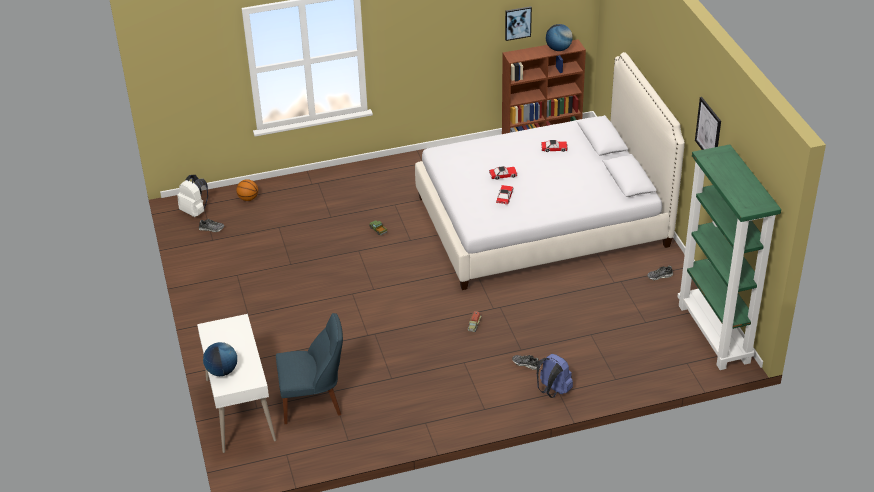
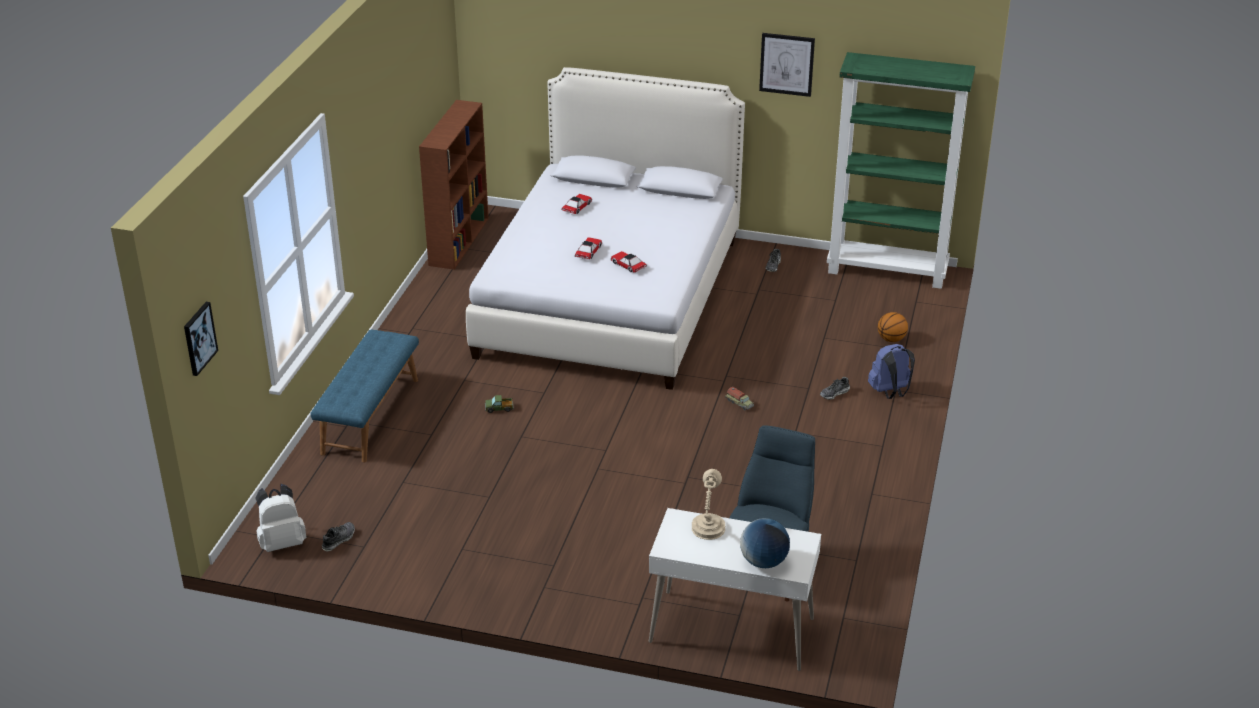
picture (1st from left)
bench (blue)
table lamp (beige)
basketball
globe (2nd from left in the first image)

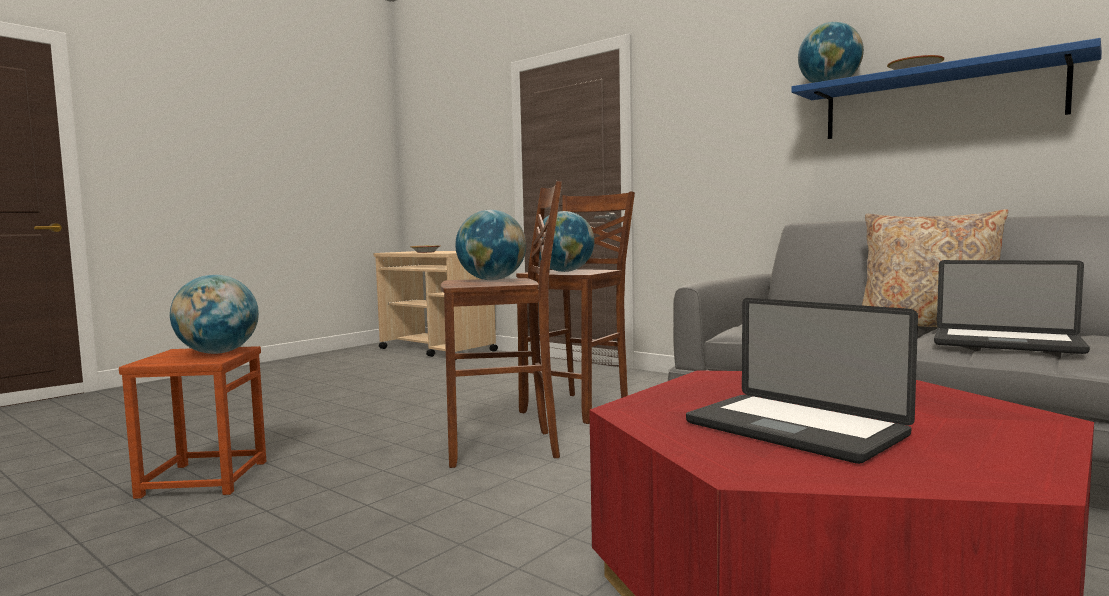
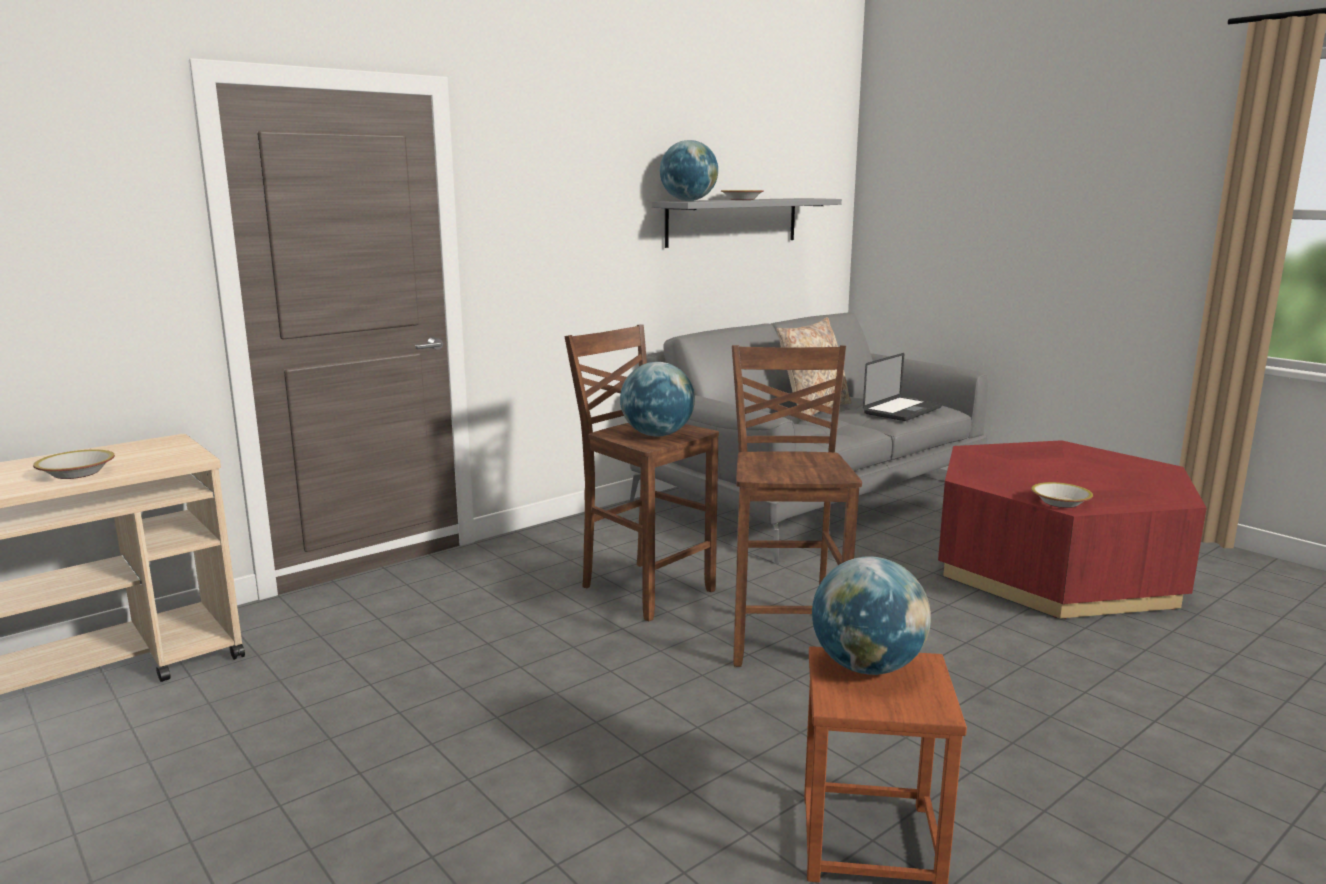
shelf (grey)
bowl (3rd from left)
globe (2nd from left in the first image)
laptop (1st from left in the first image)

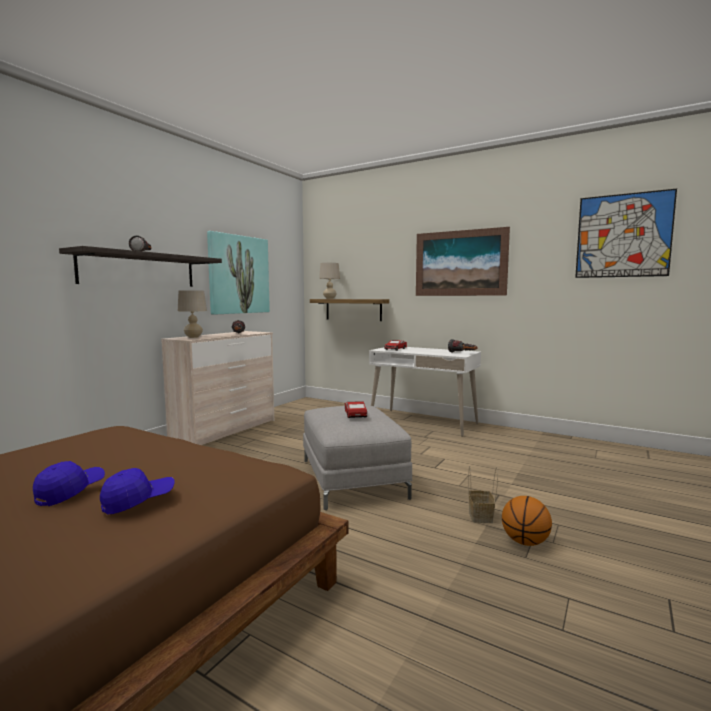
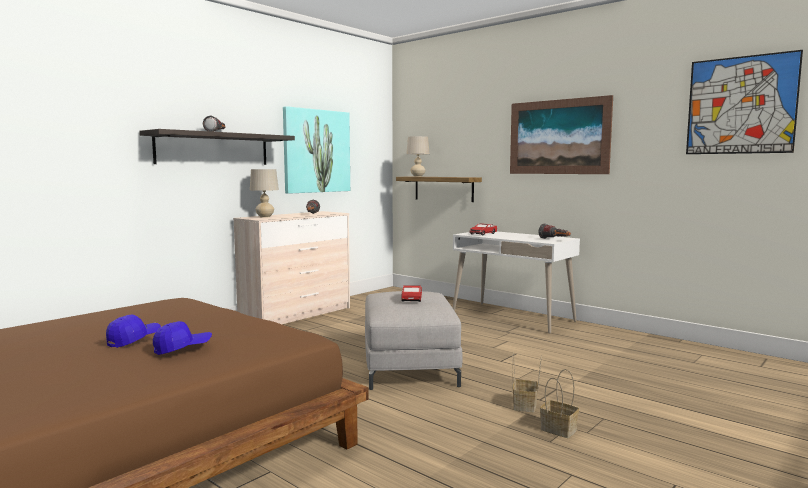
basket (2nd from left)

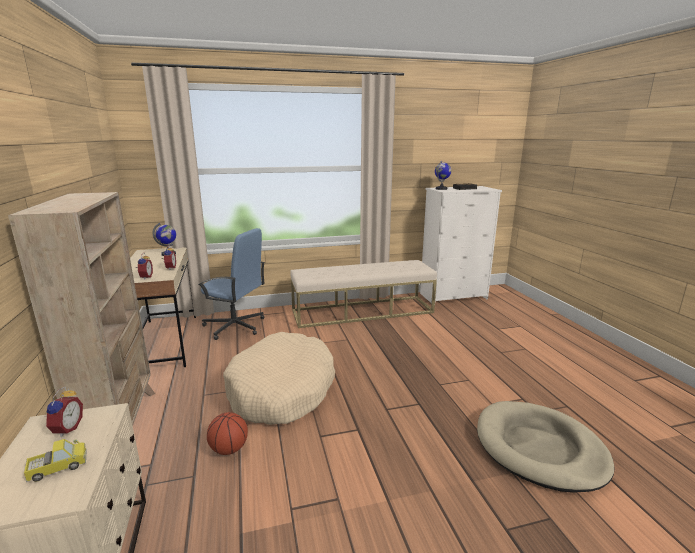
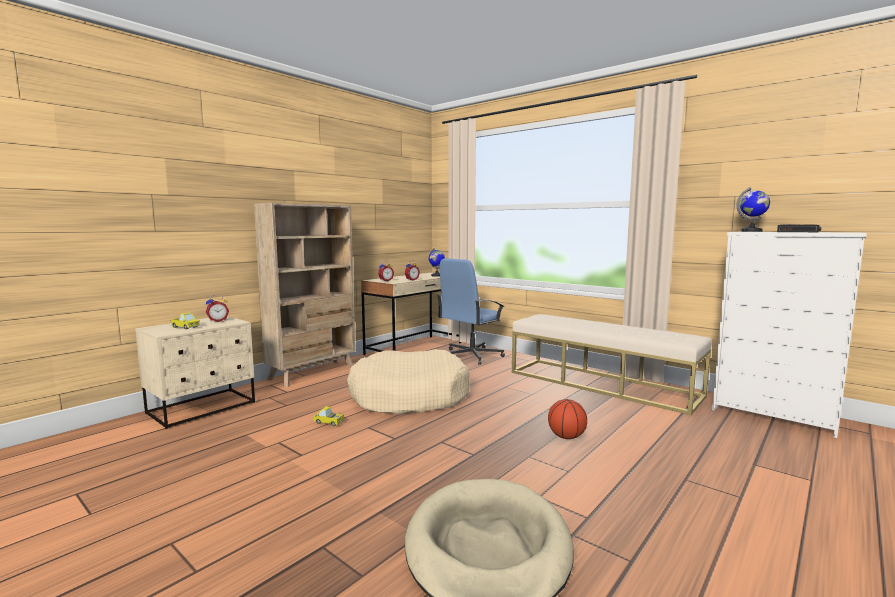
toy truck (2nd from left)
office chair (blue)
basketball

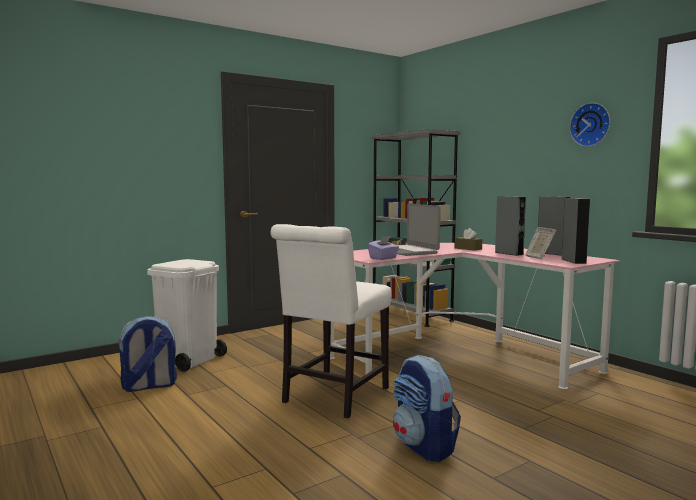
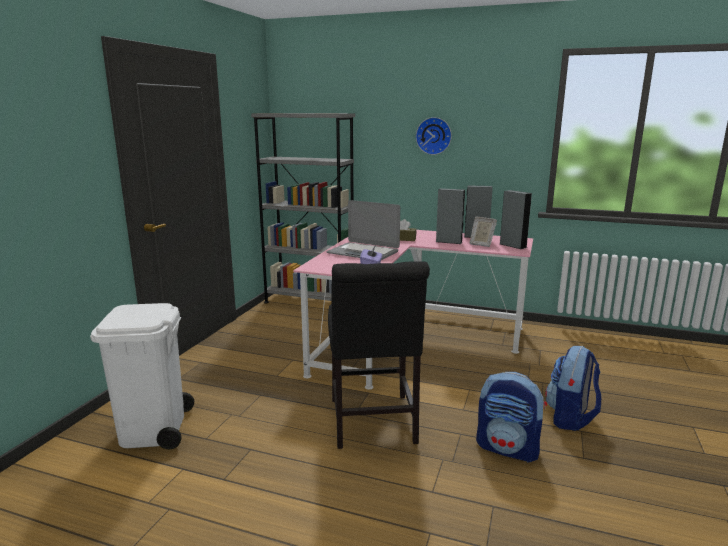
chair (black)
wall clock
backpack (2nd from left)

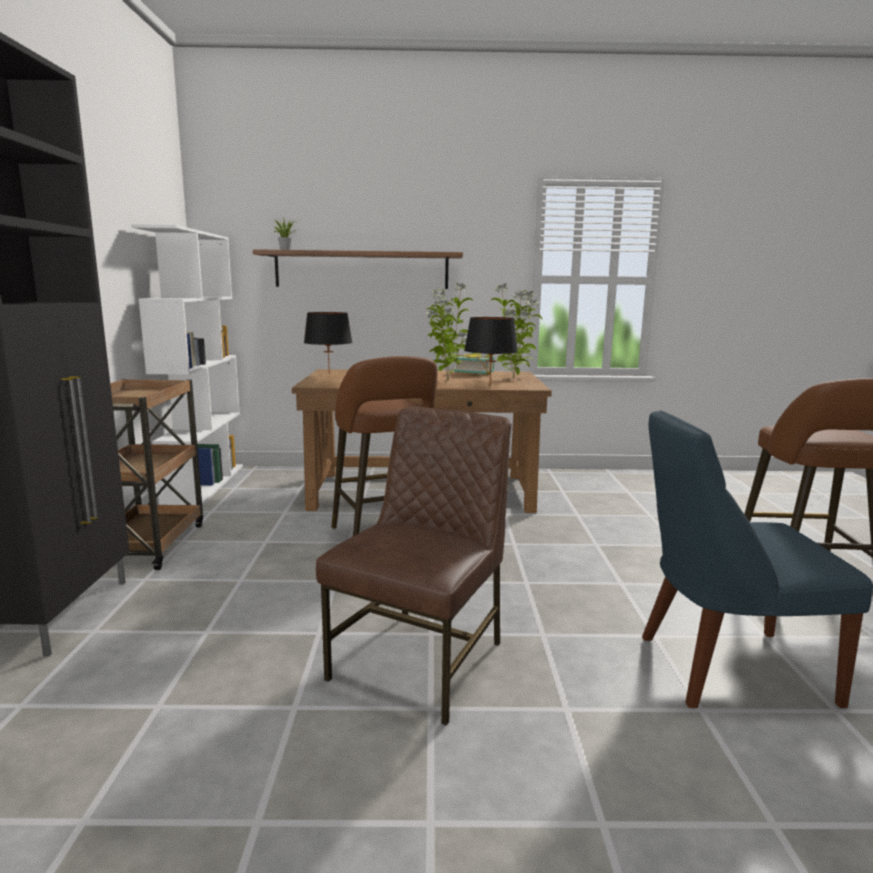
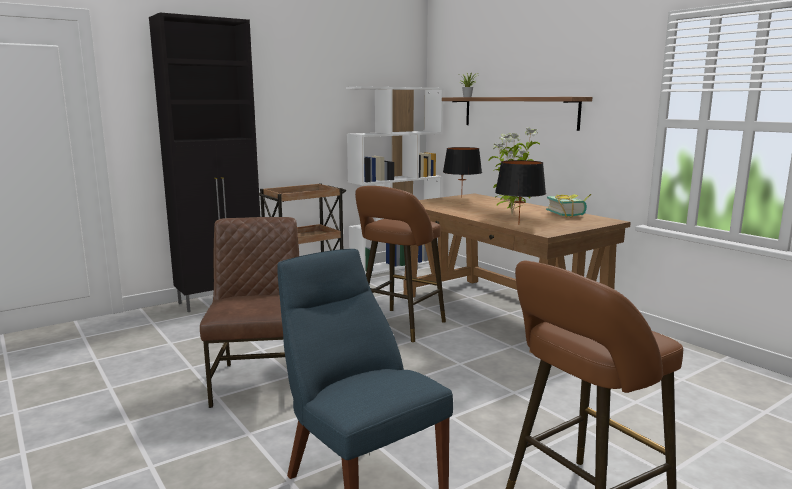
chair (brown)
potted plant (3rd from left in the first image)

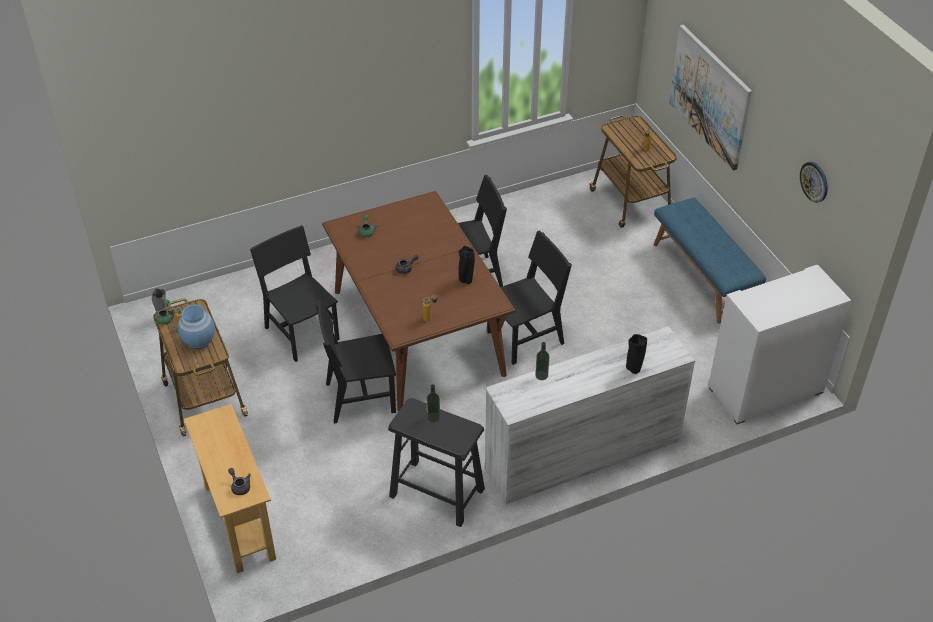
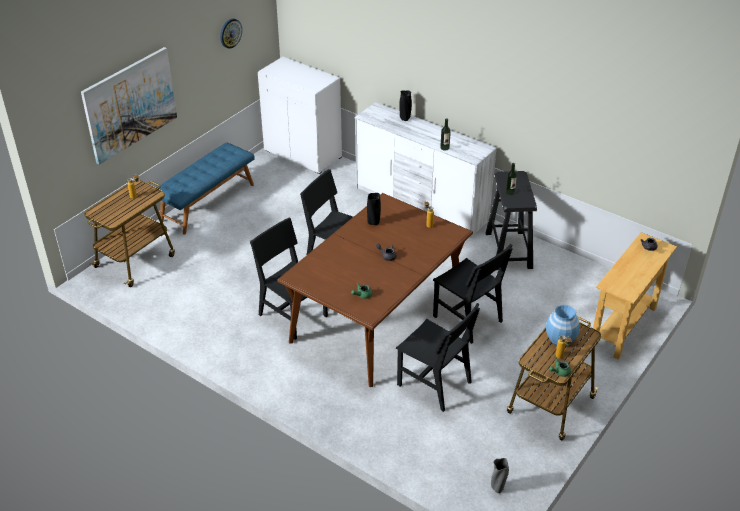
chair (black) (3rd from left)

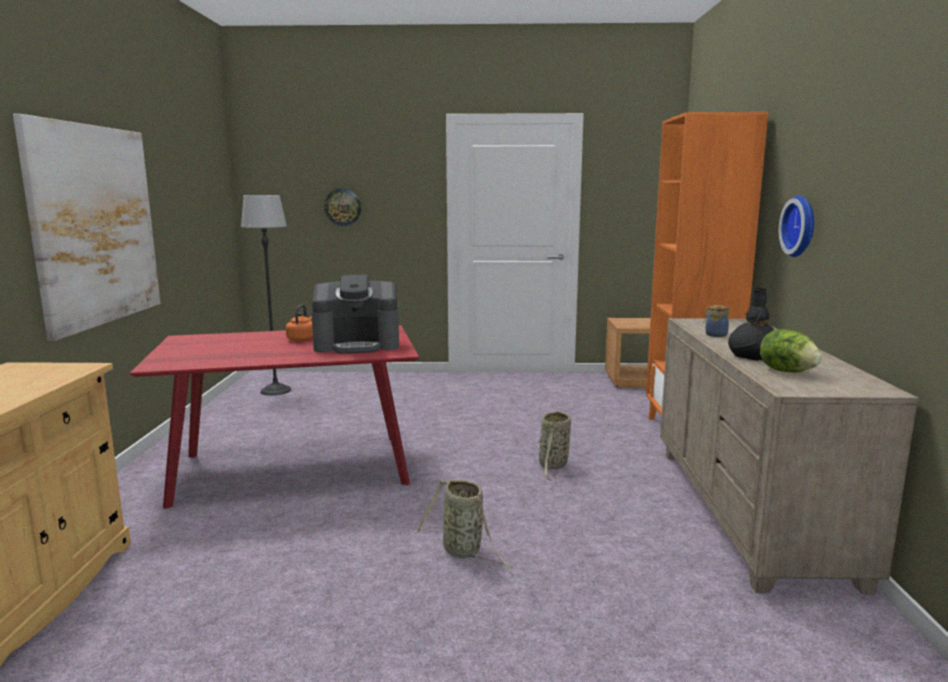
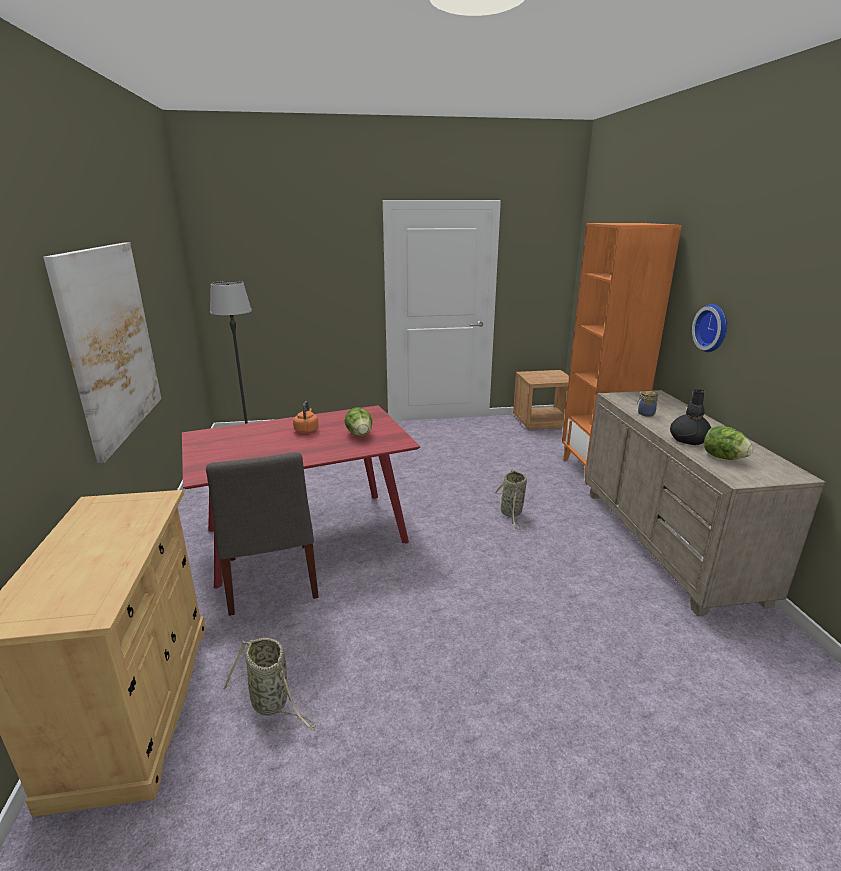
chair (grey)
basket (1st from left)
lettuce (1st from left)
wall clock (1st from left in the first image)

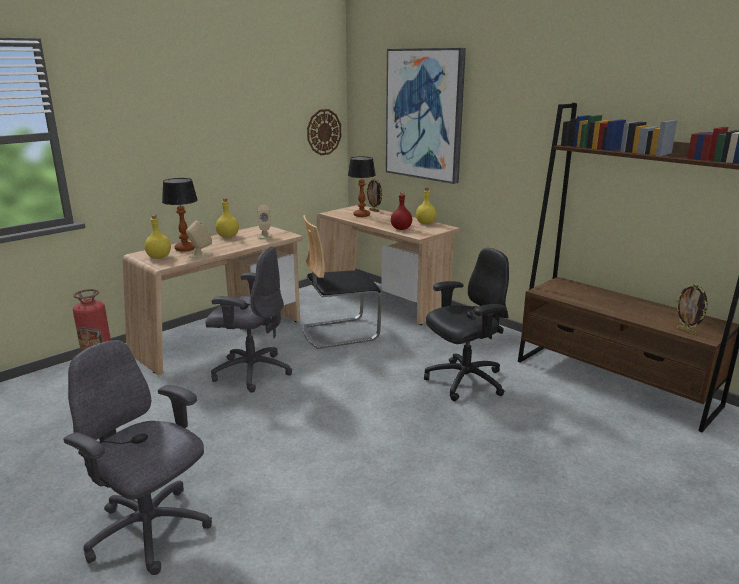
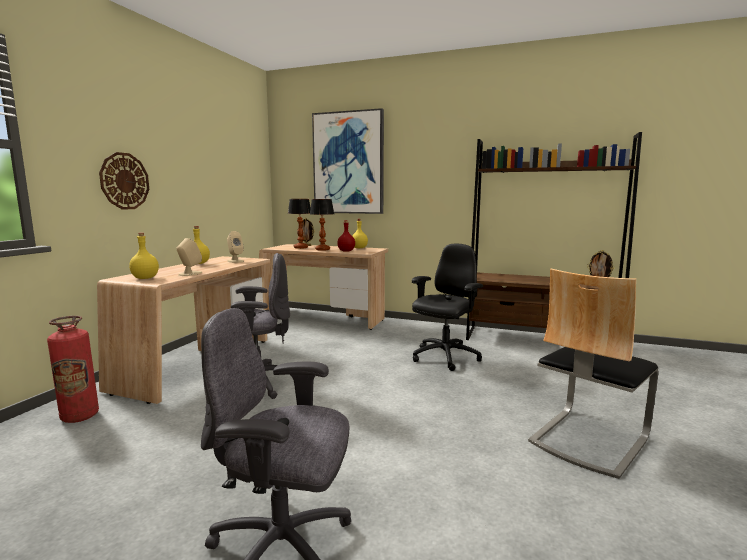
wall clock
table lamp (2nd from left)
chair

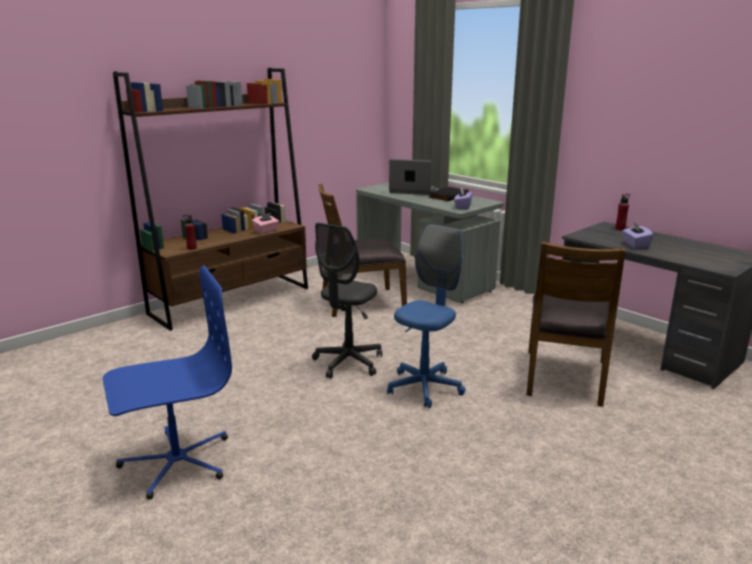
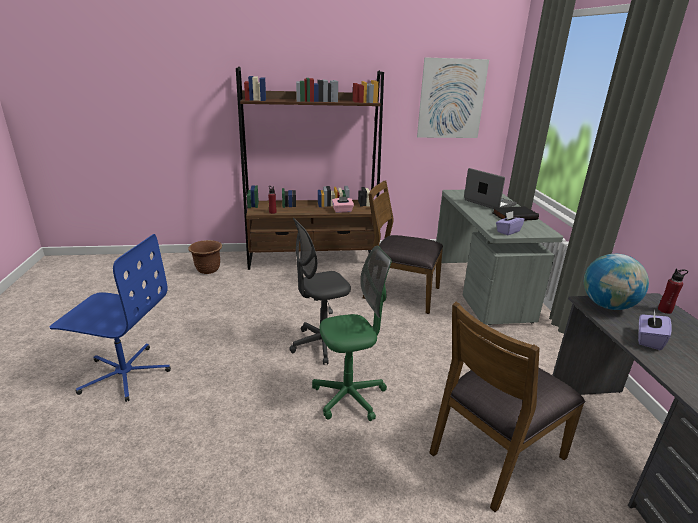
planter (brown)
office chair (green)
picture
globe

